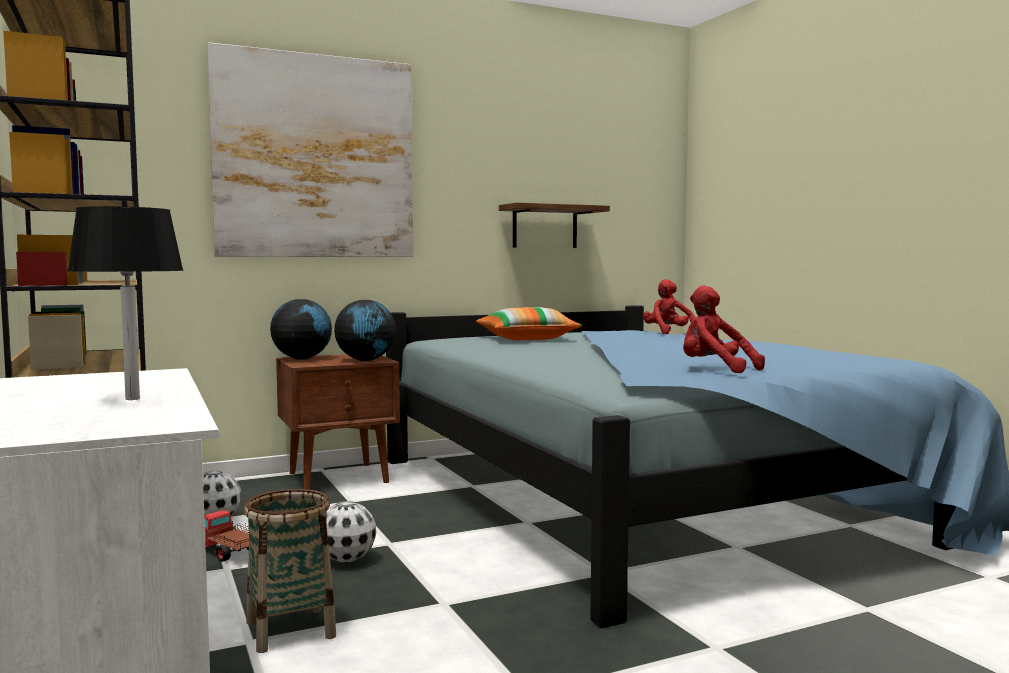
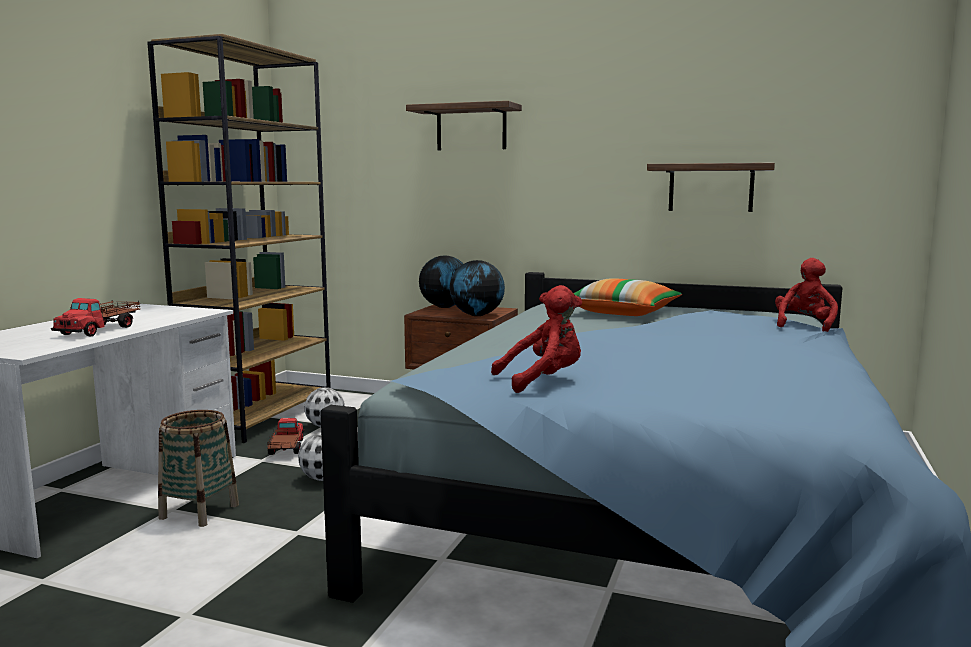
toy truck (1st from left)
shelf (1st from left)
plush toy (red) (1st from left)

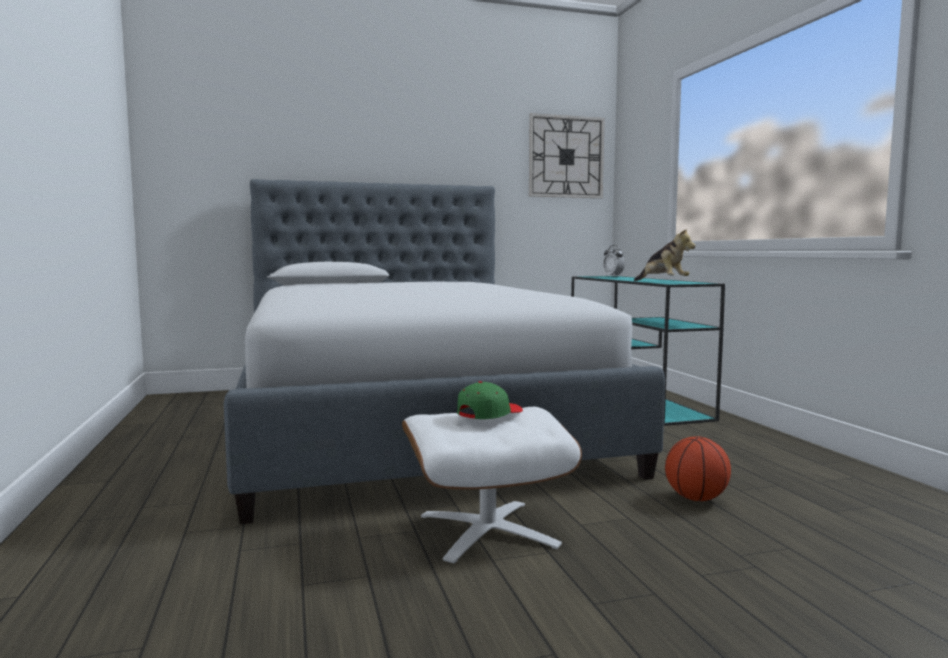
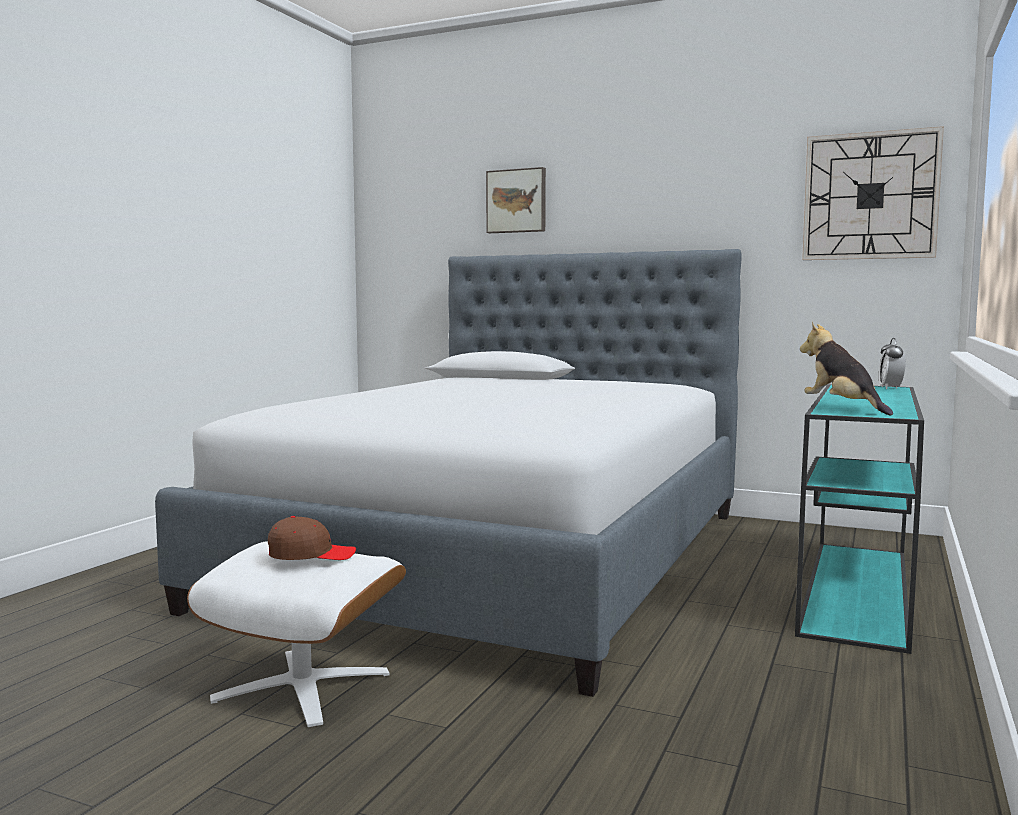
cap (brown)
picture
plush toy
basketball

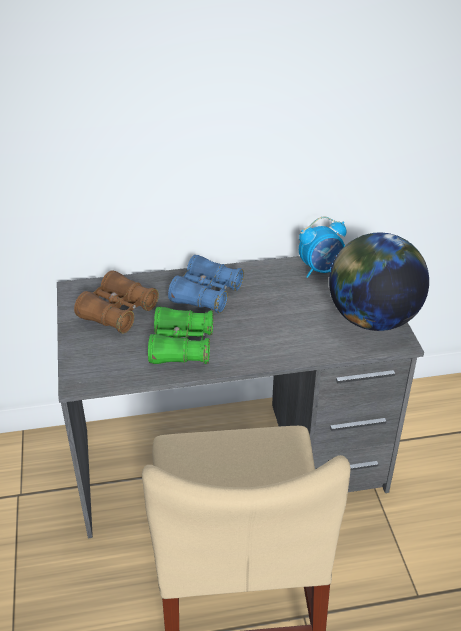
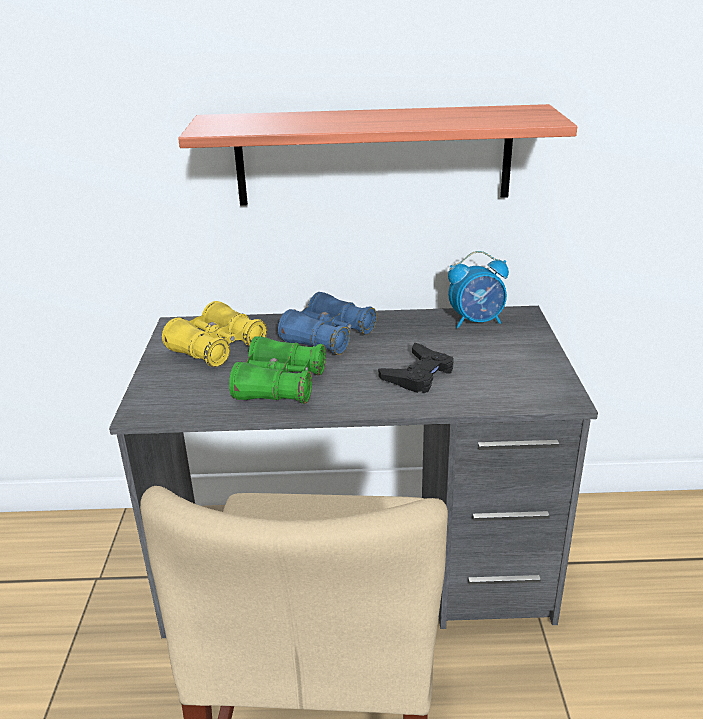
binoculars (yellow)
shelf
game controller (black)
globe

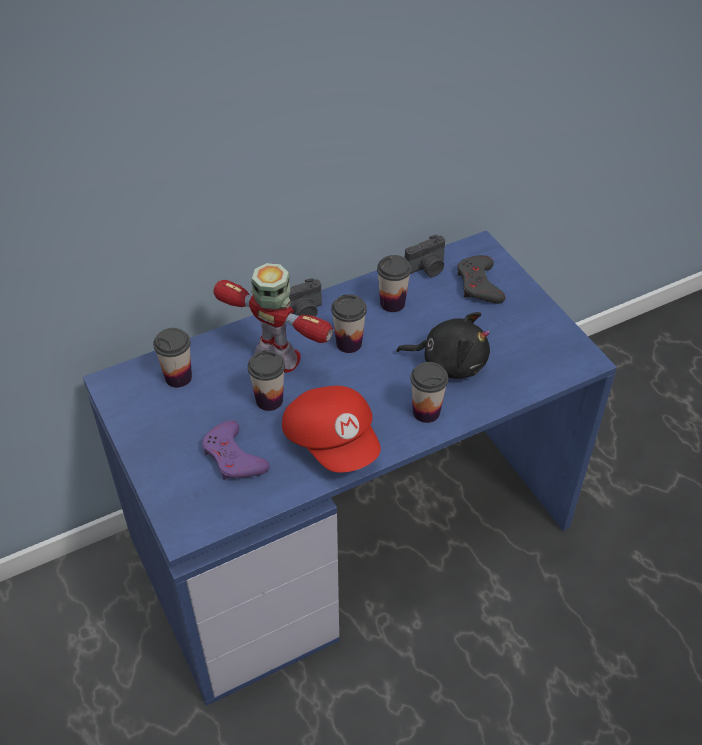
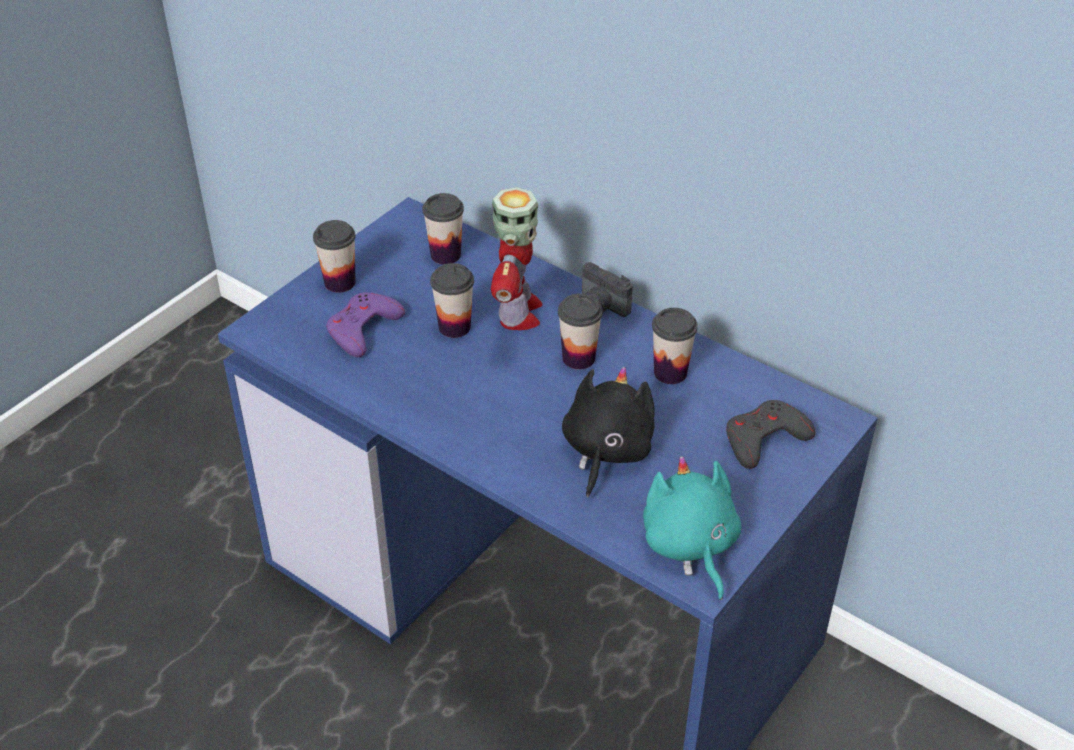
cup (1st from left)
plush toy (black)
plush toy (turquoise)
cap (red)
photo camera (2nd from left in the first image)

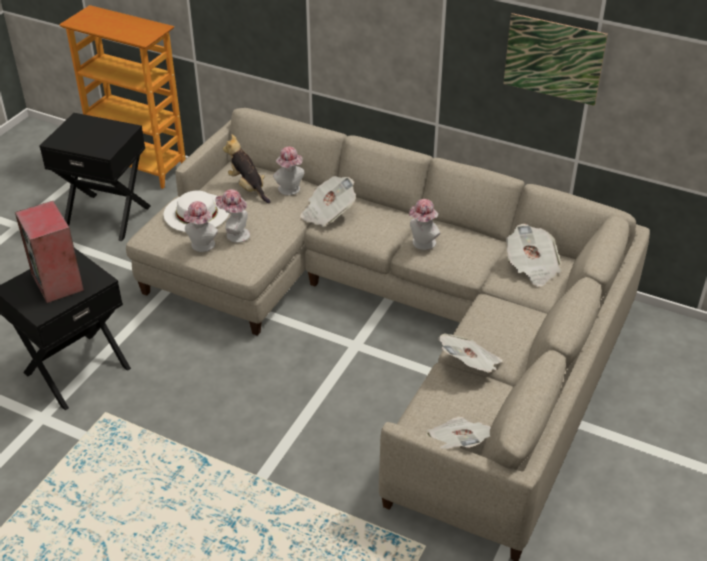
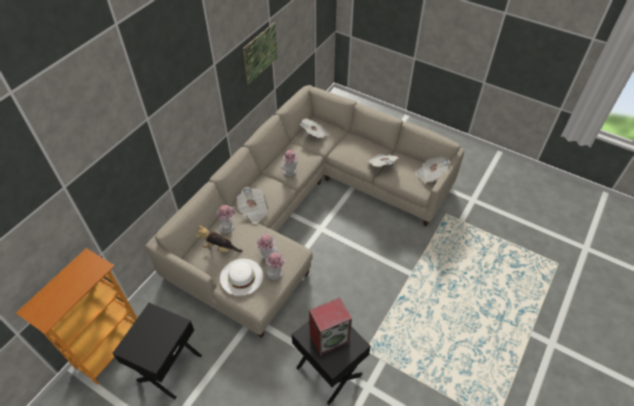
plush toy

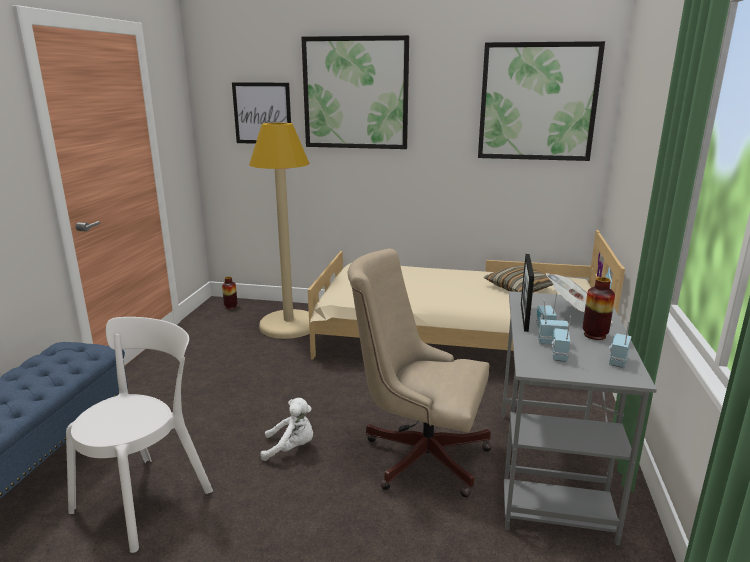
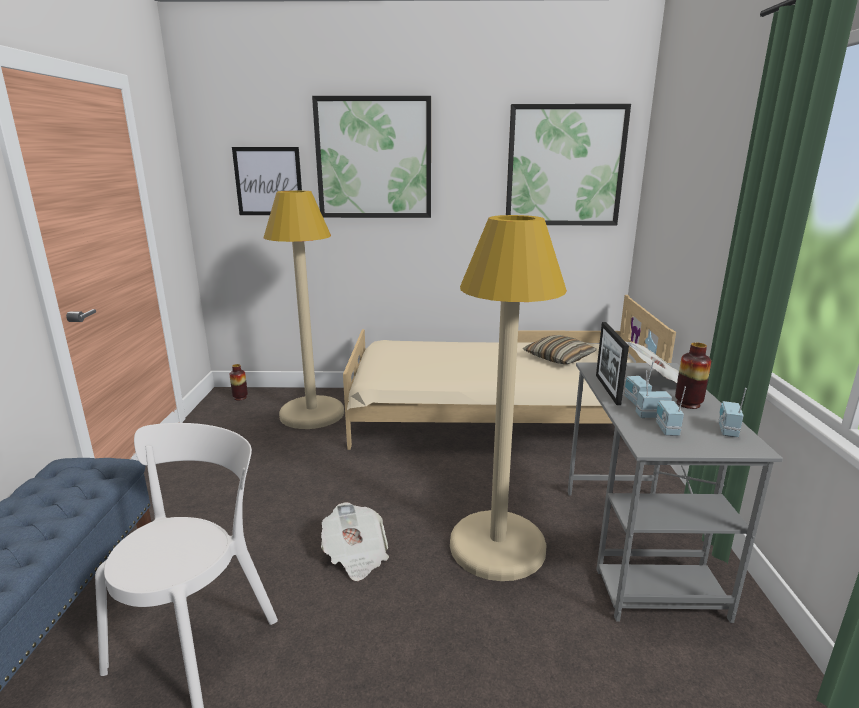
newspaper (1st from left)
floor lamp (beige) (2nd from left)

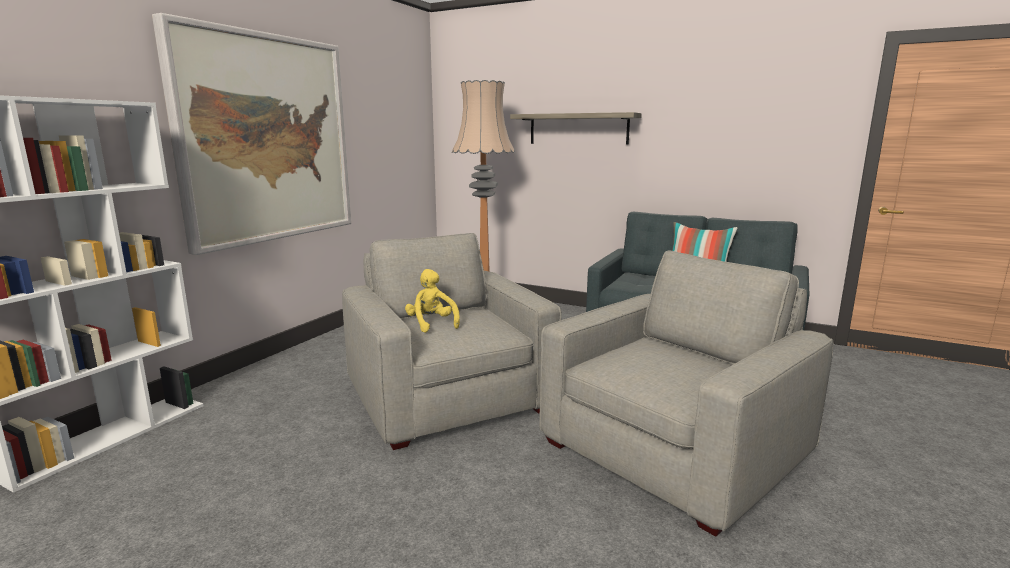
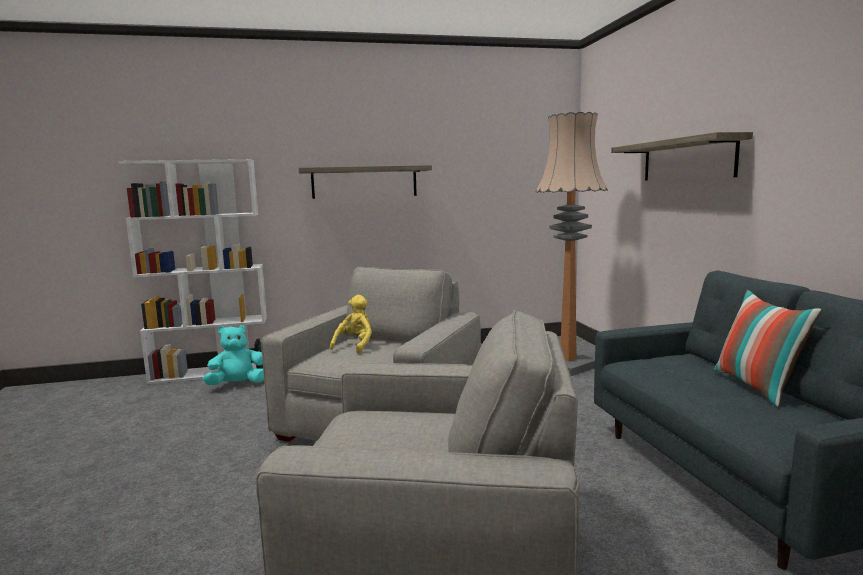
plush toy (turquoise)
shelf (1st from left)

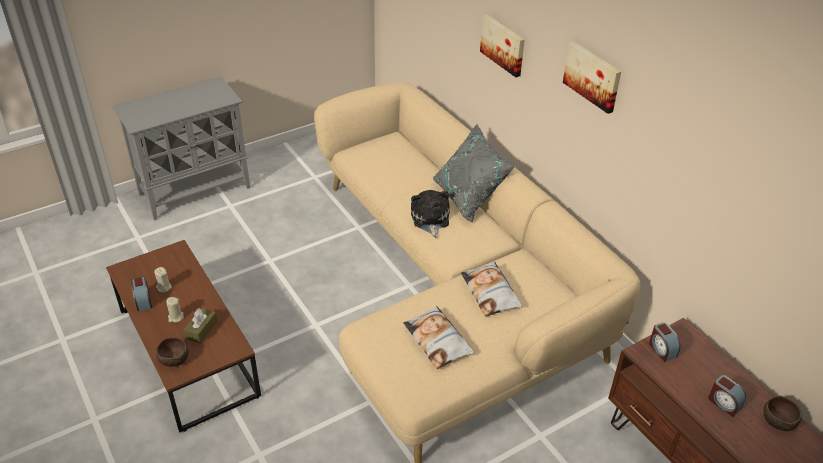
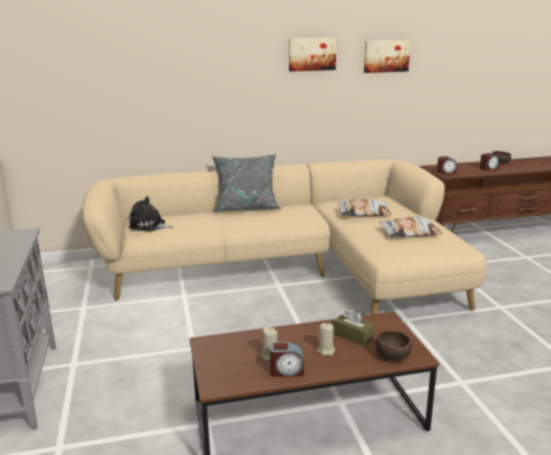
plush toy
picture (2nd from left)

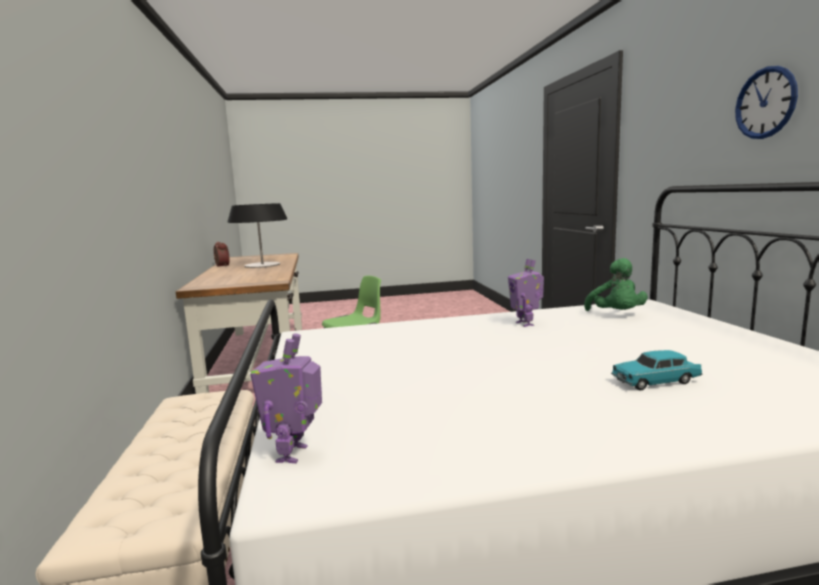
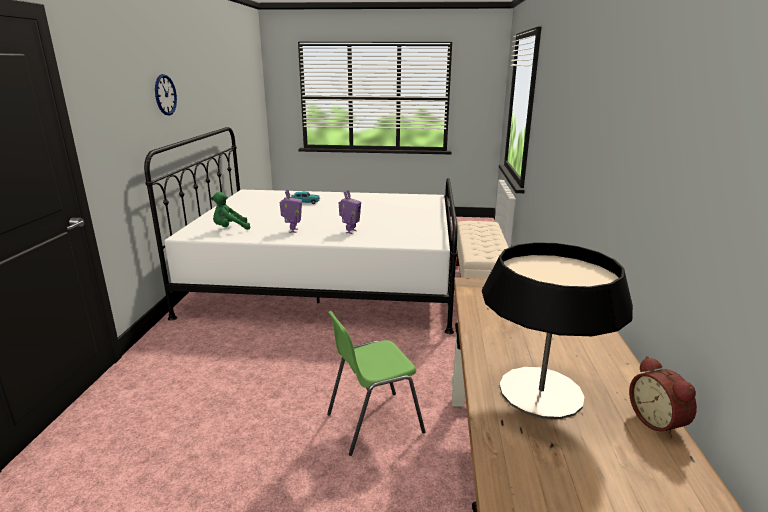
plush toy (green)
toy robot (2nd from left)

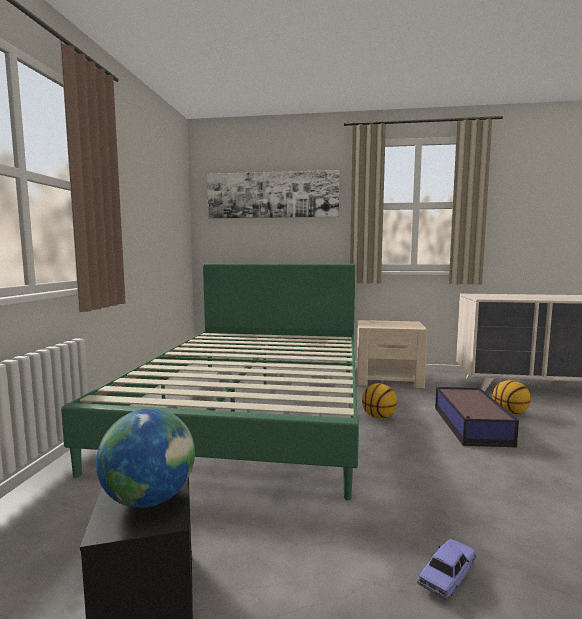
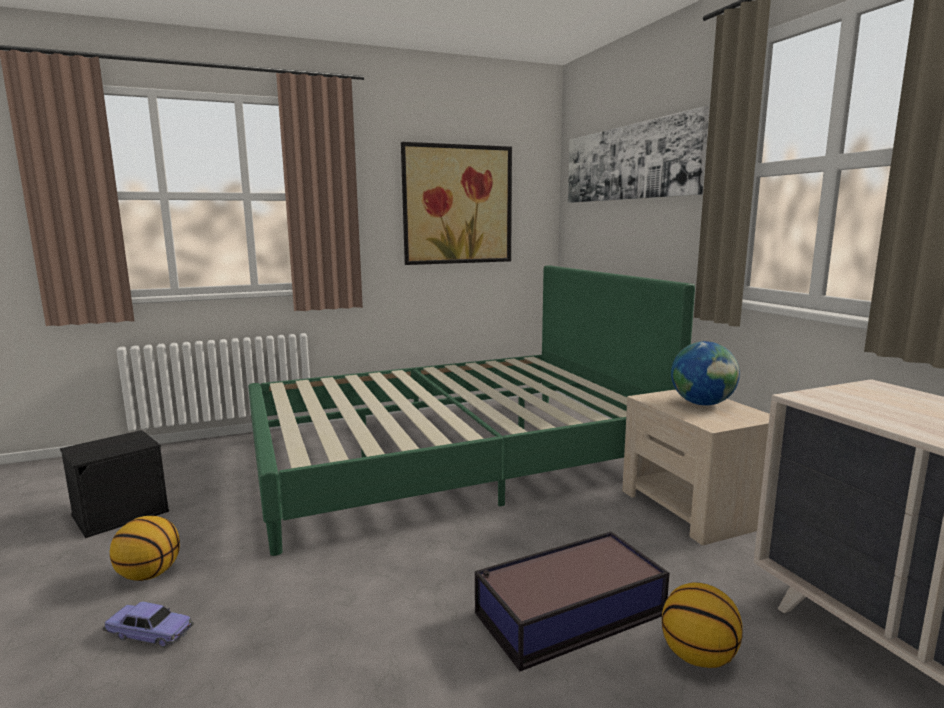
basketball (1st from left)
picture (1st from left)
globe

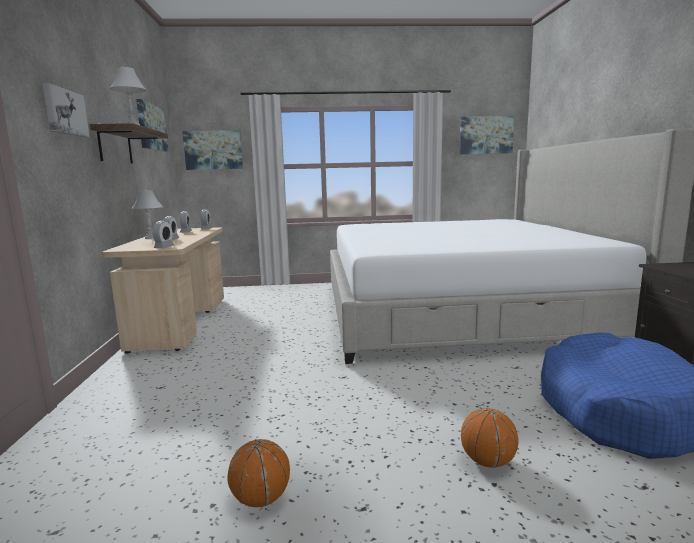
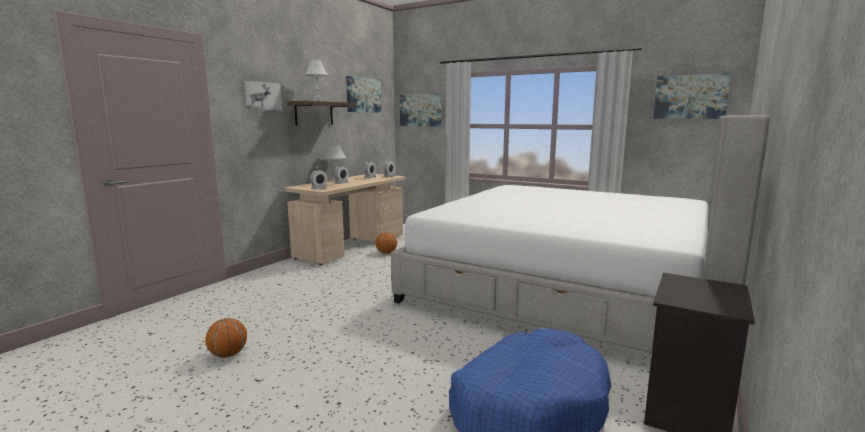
basketball (2nd from left)

